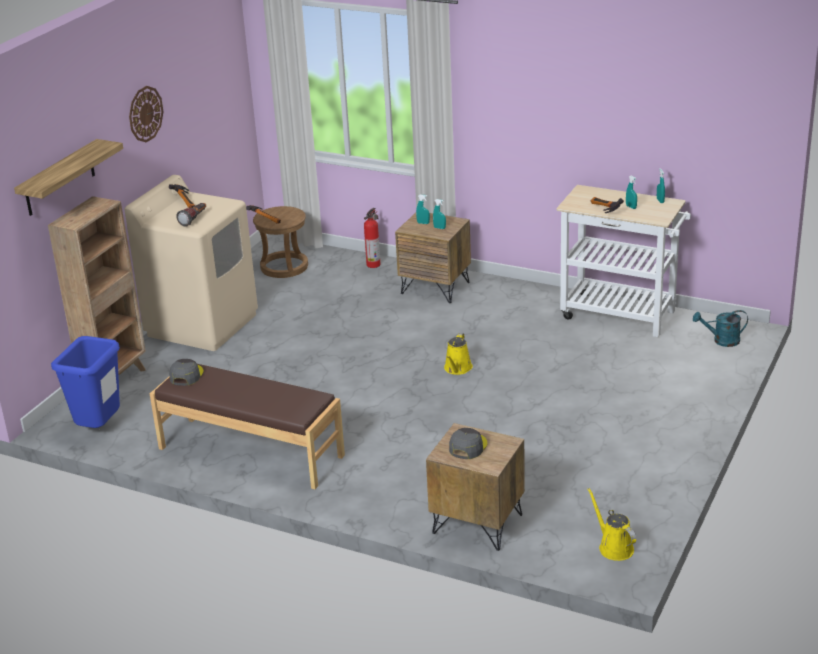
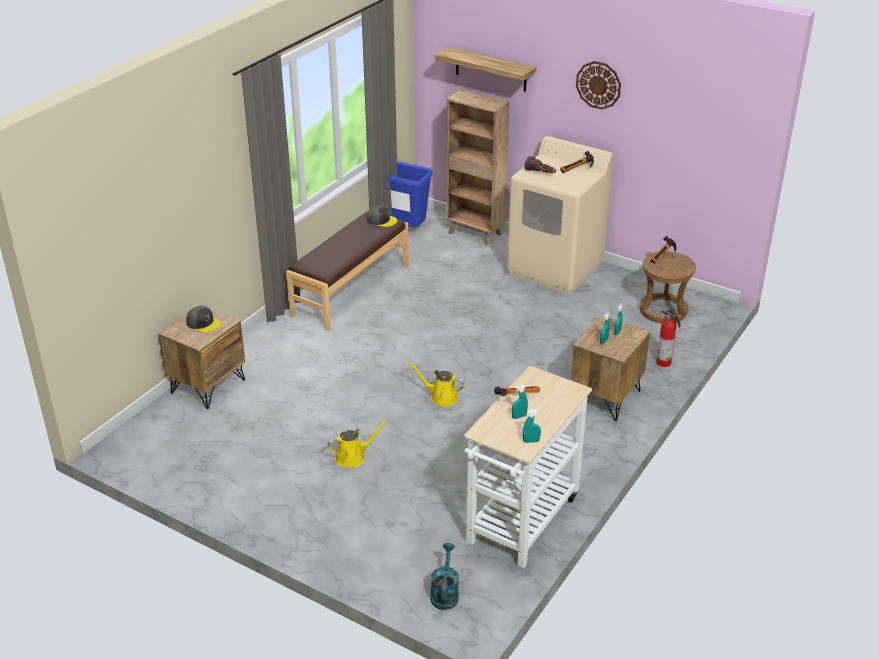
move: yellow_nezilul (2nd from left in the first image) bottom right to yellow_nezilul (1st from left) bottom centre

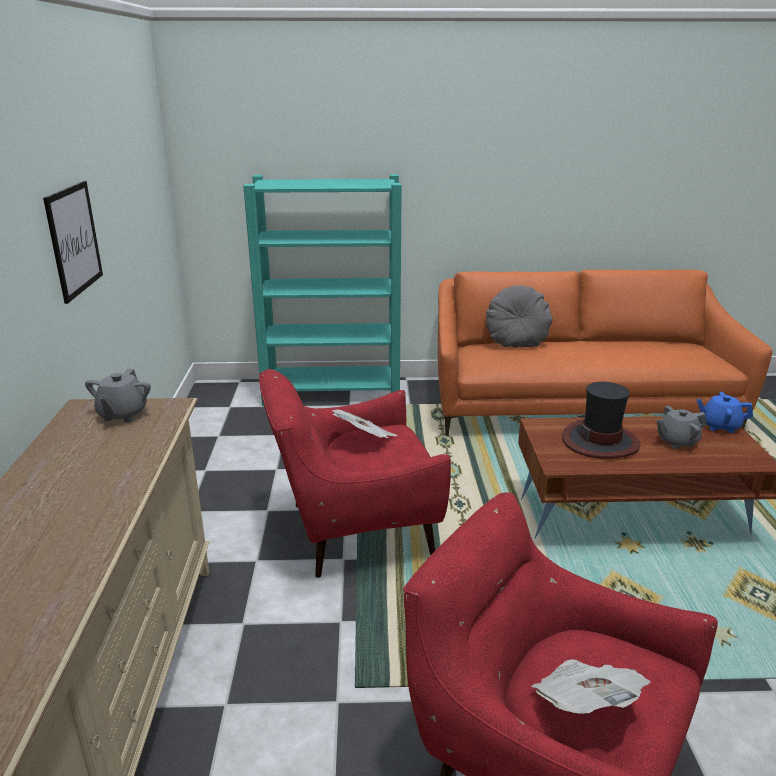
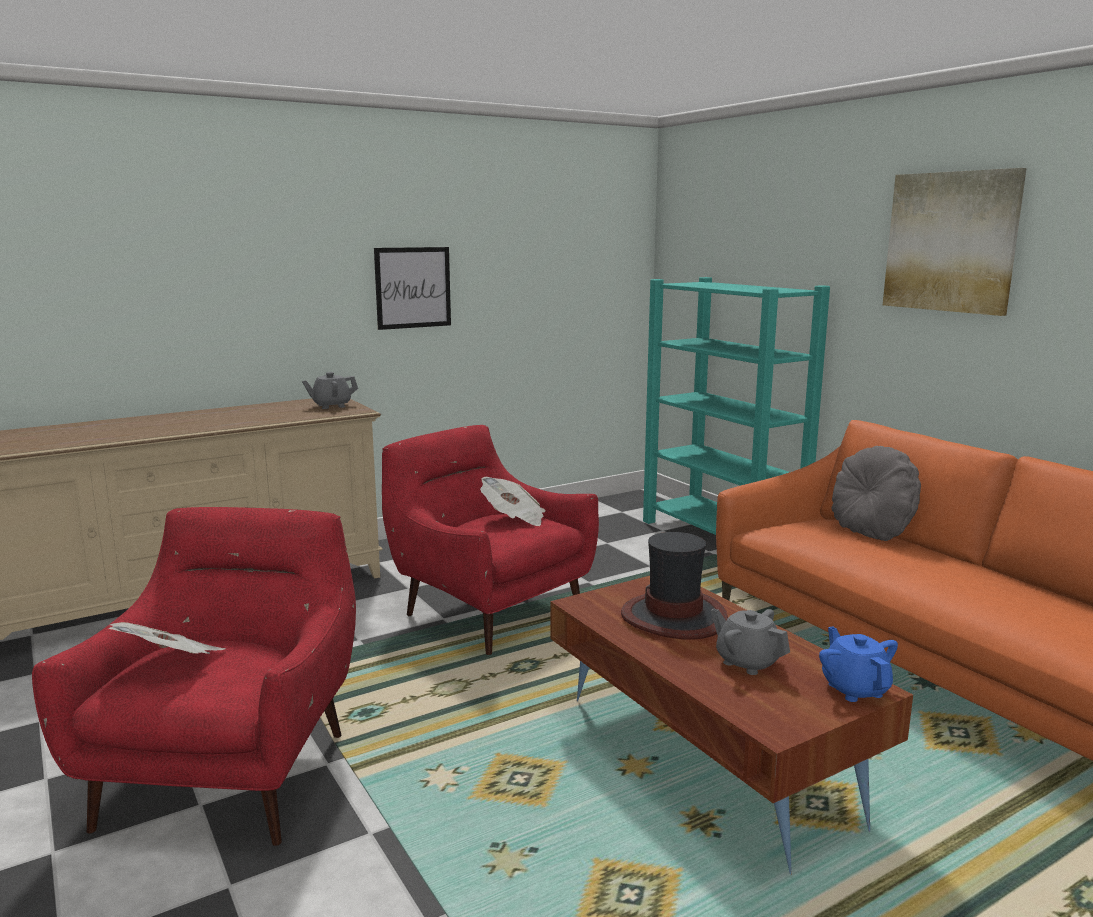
insert: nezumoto (2nd from left) top right

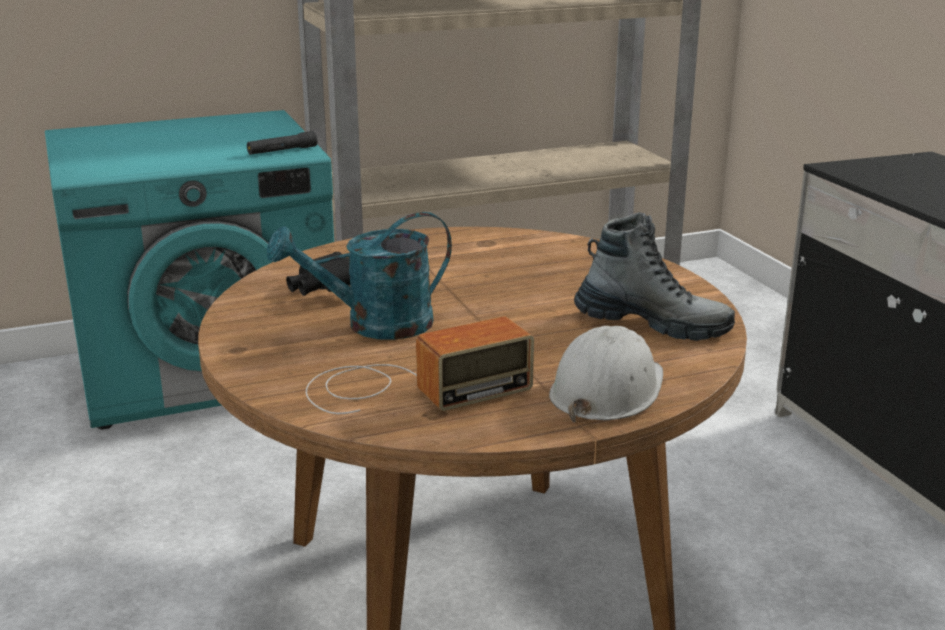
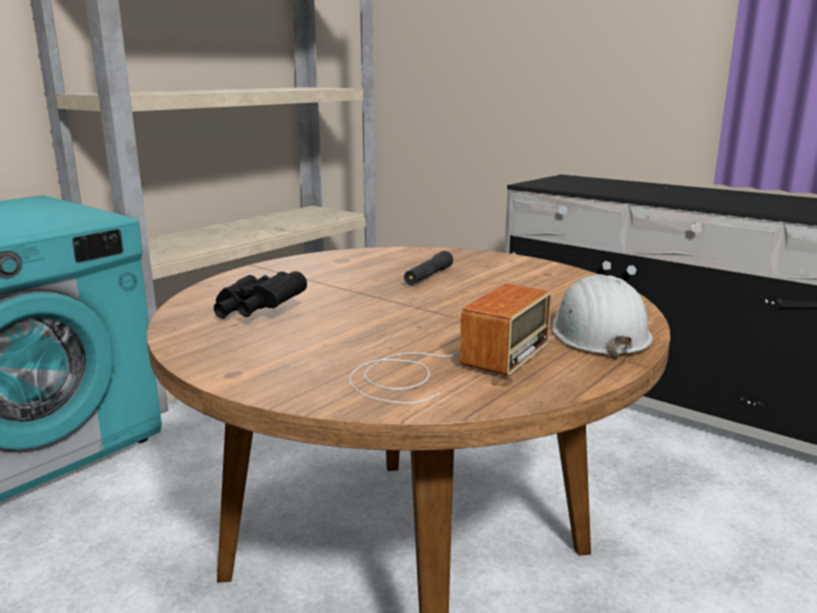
delete: turquoise_nezilul centre; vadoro middle right
move: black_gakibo top left to centre

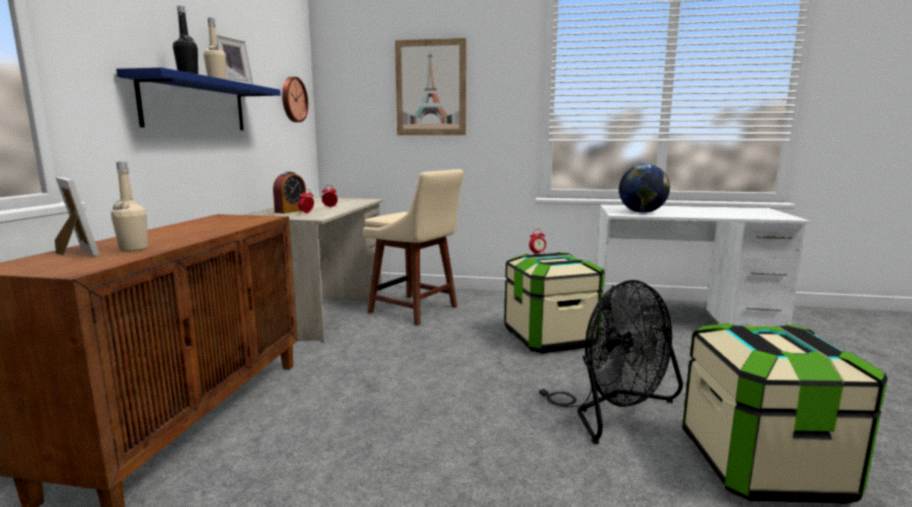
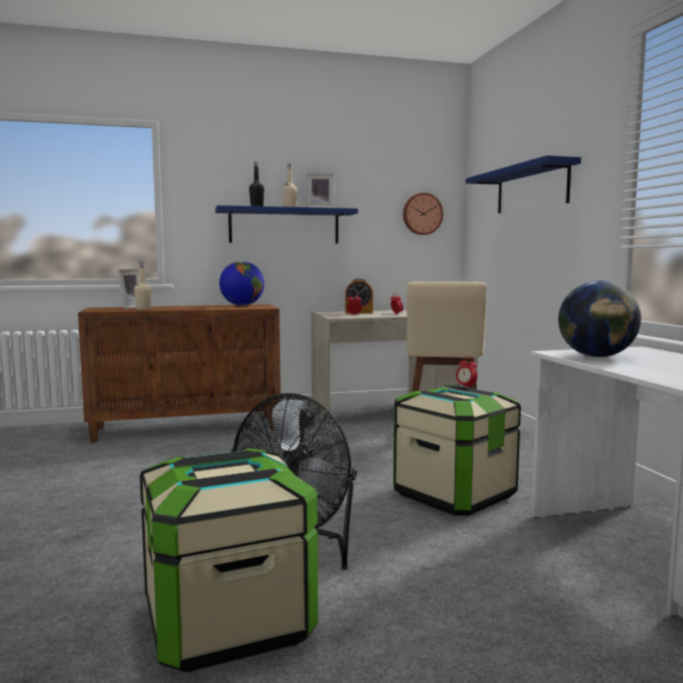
insert: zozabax (1st from left) centre
replace: nezumoto top centre to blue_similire (2nd from left) top right

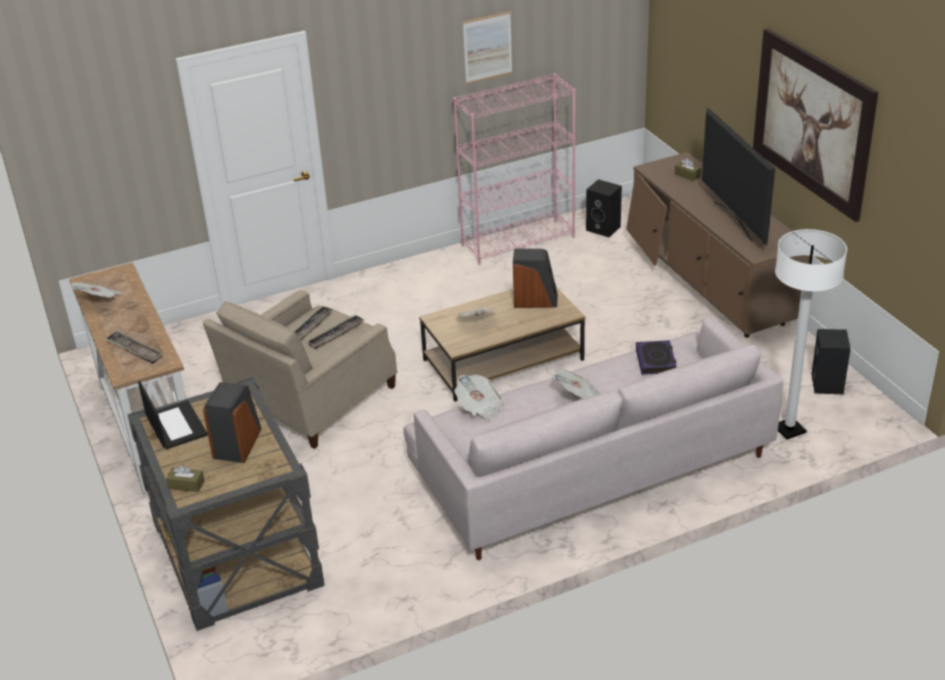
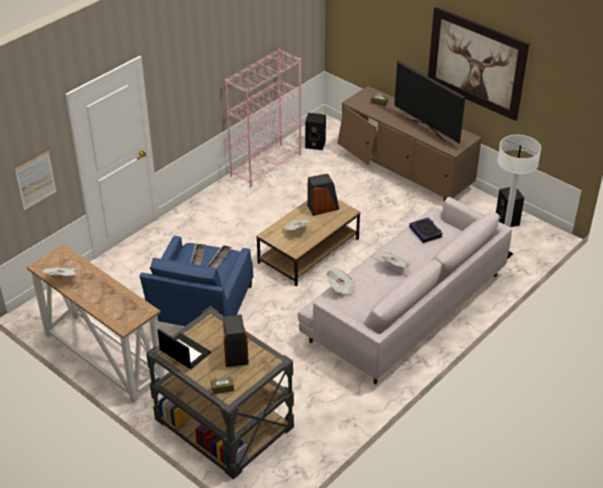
delete: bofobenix (1st from left) middle left
move: nezumoto (1st from left) top centre to middle left
recolor: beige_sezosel middle left to blue_sezosel middle left

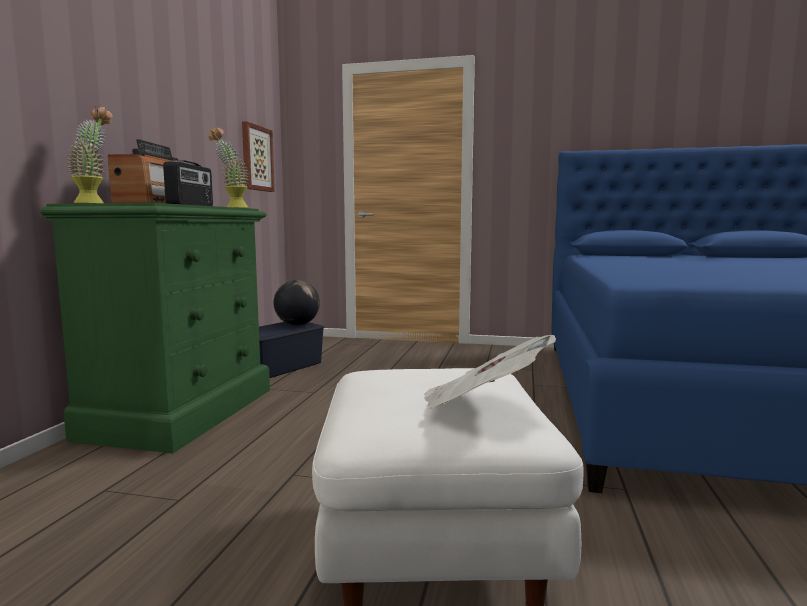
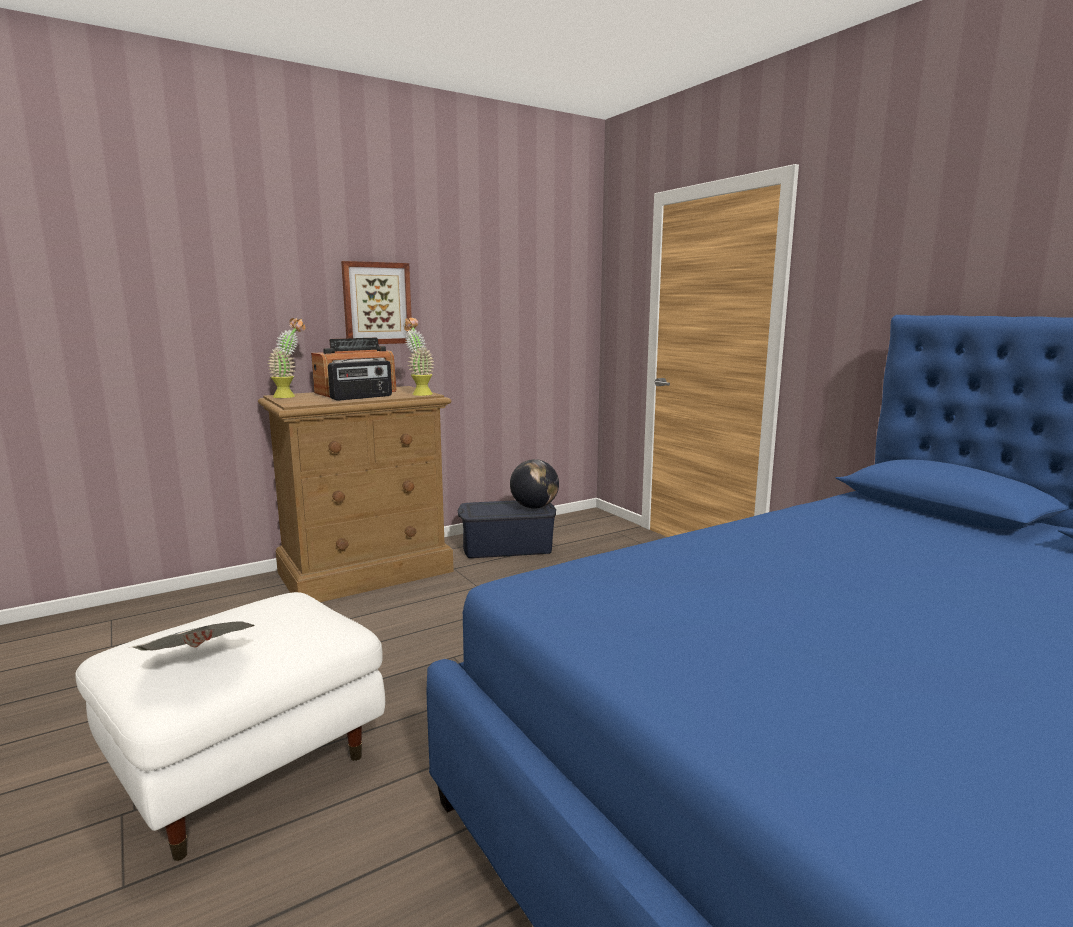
move: nezumoto top left to top centre
recolor: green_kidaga middle left to brown_kidaga middle left

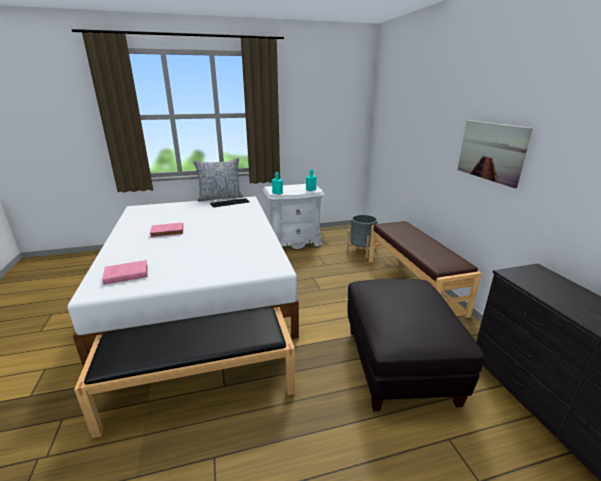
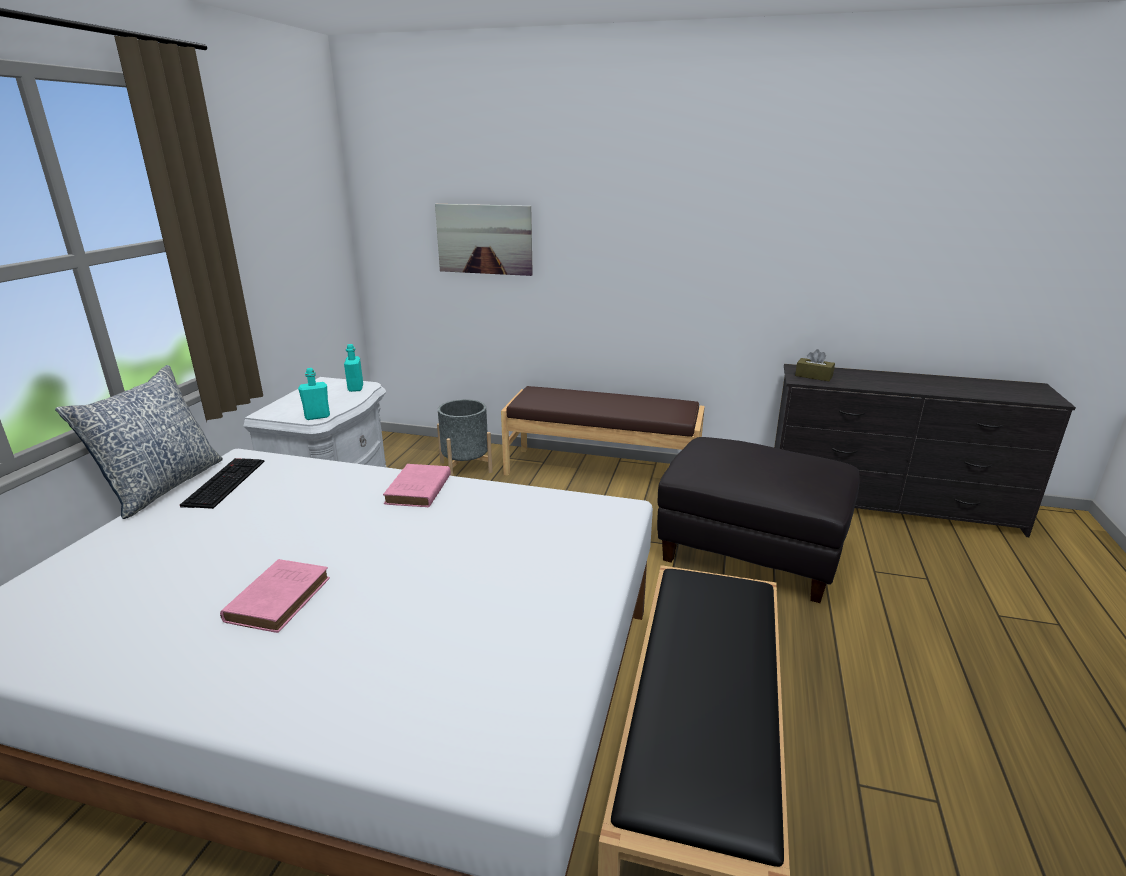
insert: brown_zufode middle right
move: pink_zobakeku (1st from left in the first image) middle left to pink_zobakeku (2nd from left) centre; nezumoto top right to top centre

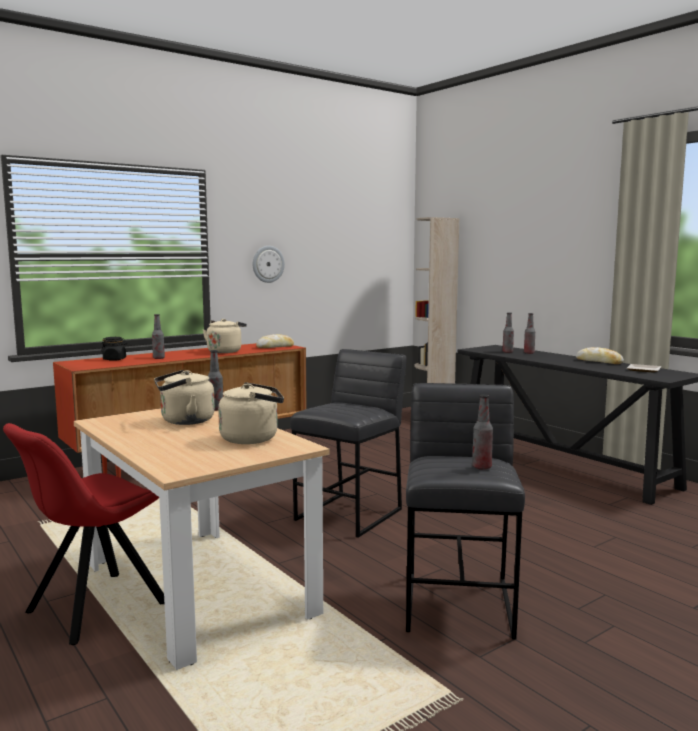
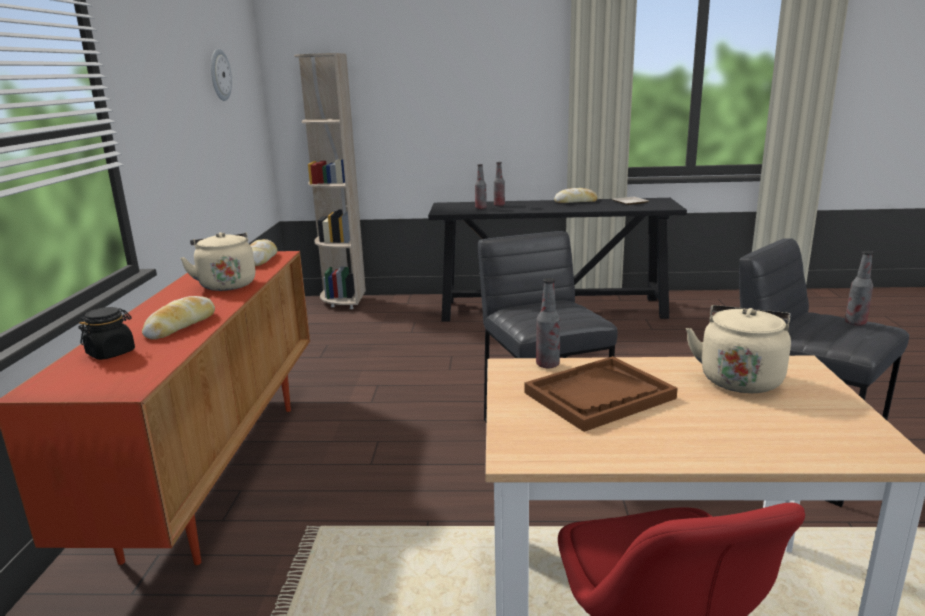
move: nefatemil centre to top left
replace: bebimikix (1st from left) middle left to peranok (1st from left) middle left; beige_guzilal (1st from left) middle left to brown_bofobenix centre

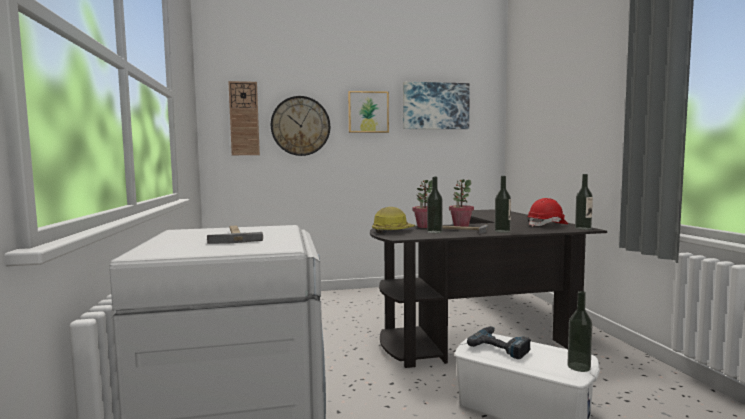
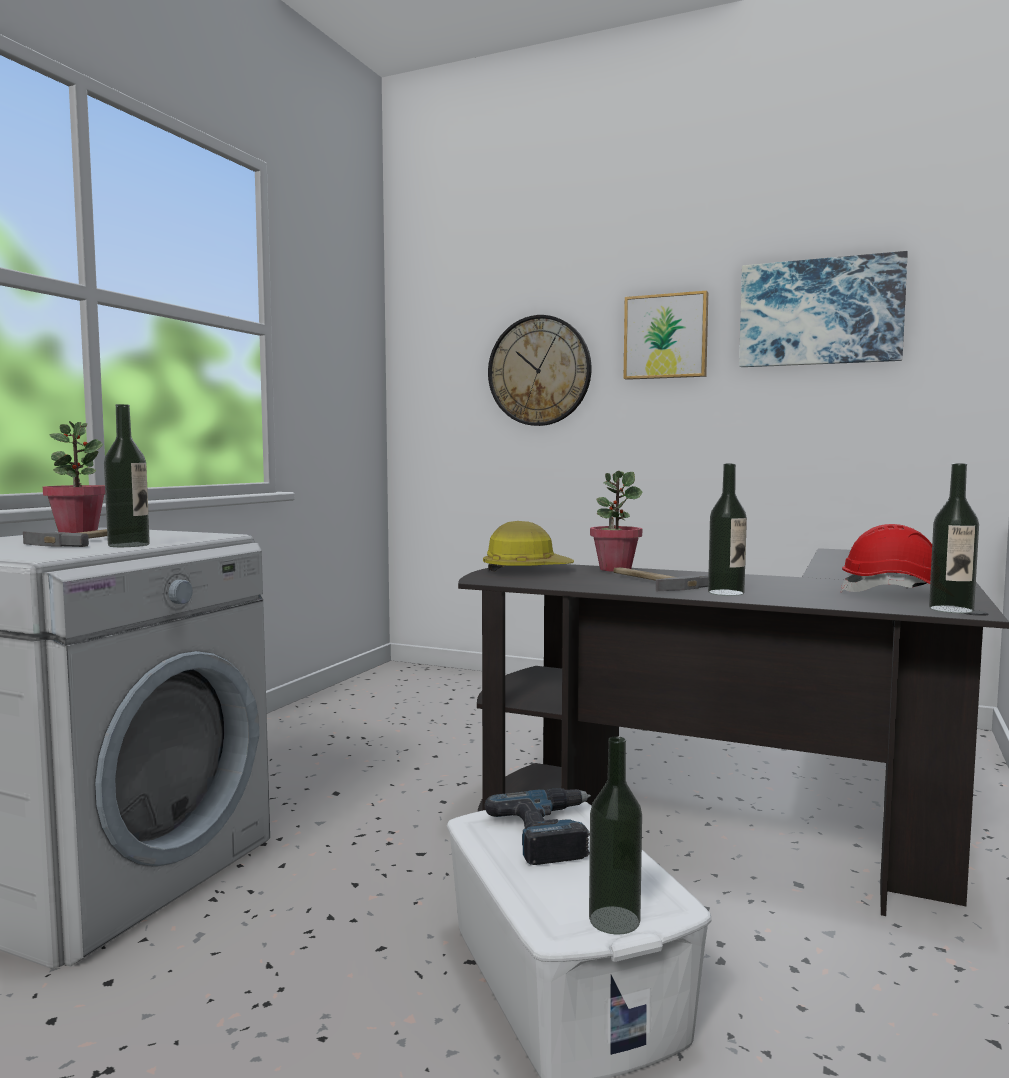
delete: nefatemil (1st from left) top left
move: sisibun (2nd from left in the first image) centre to sisibun (1st from left) middle left; bebimikix (1st from left) centre to middle left

